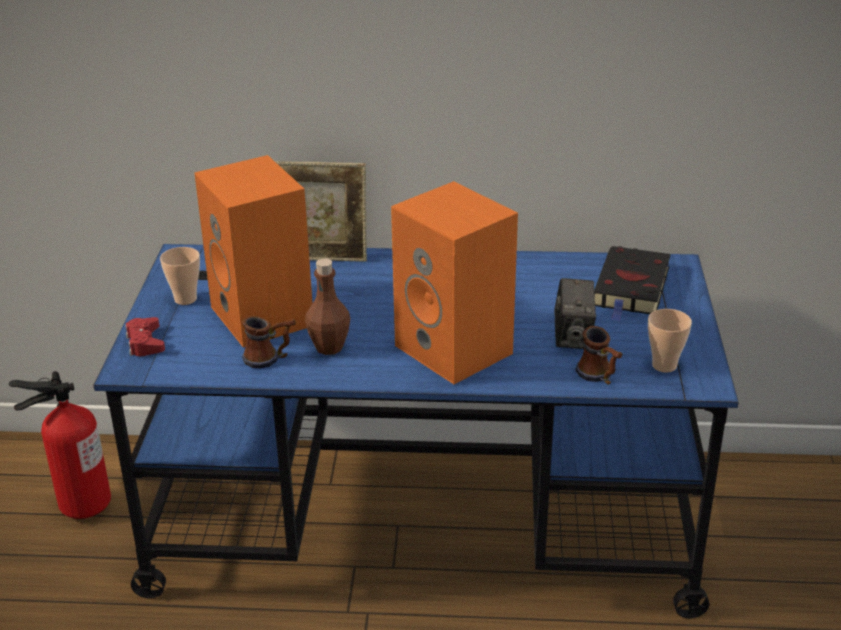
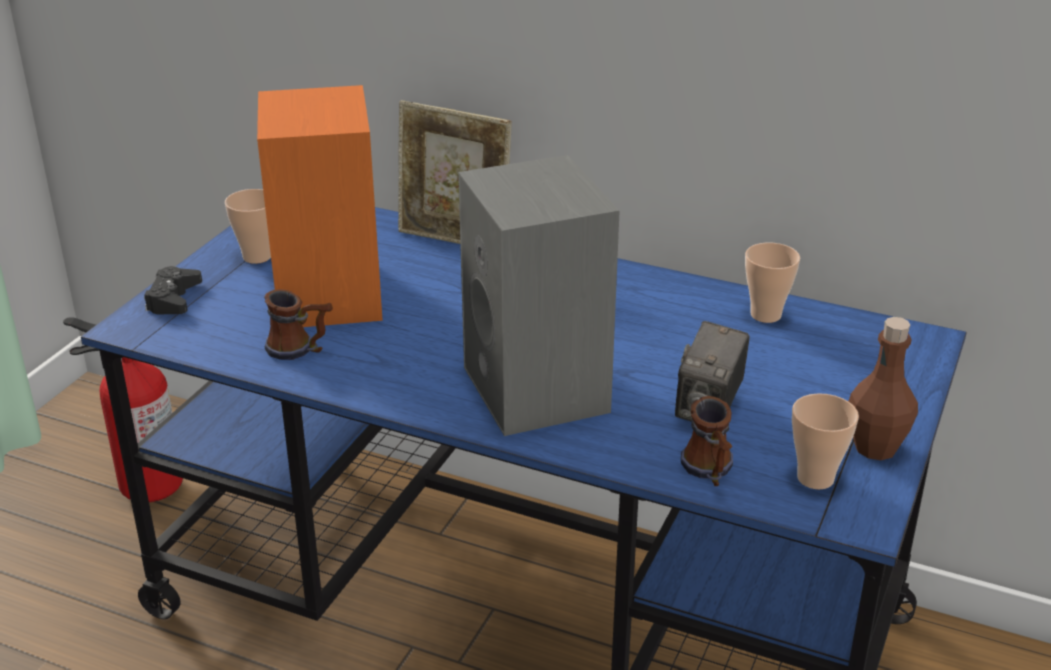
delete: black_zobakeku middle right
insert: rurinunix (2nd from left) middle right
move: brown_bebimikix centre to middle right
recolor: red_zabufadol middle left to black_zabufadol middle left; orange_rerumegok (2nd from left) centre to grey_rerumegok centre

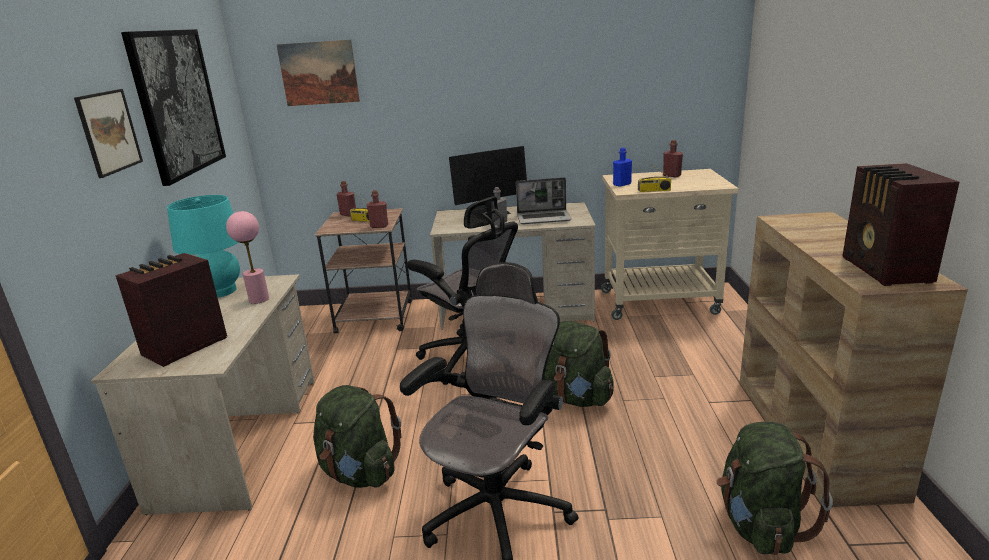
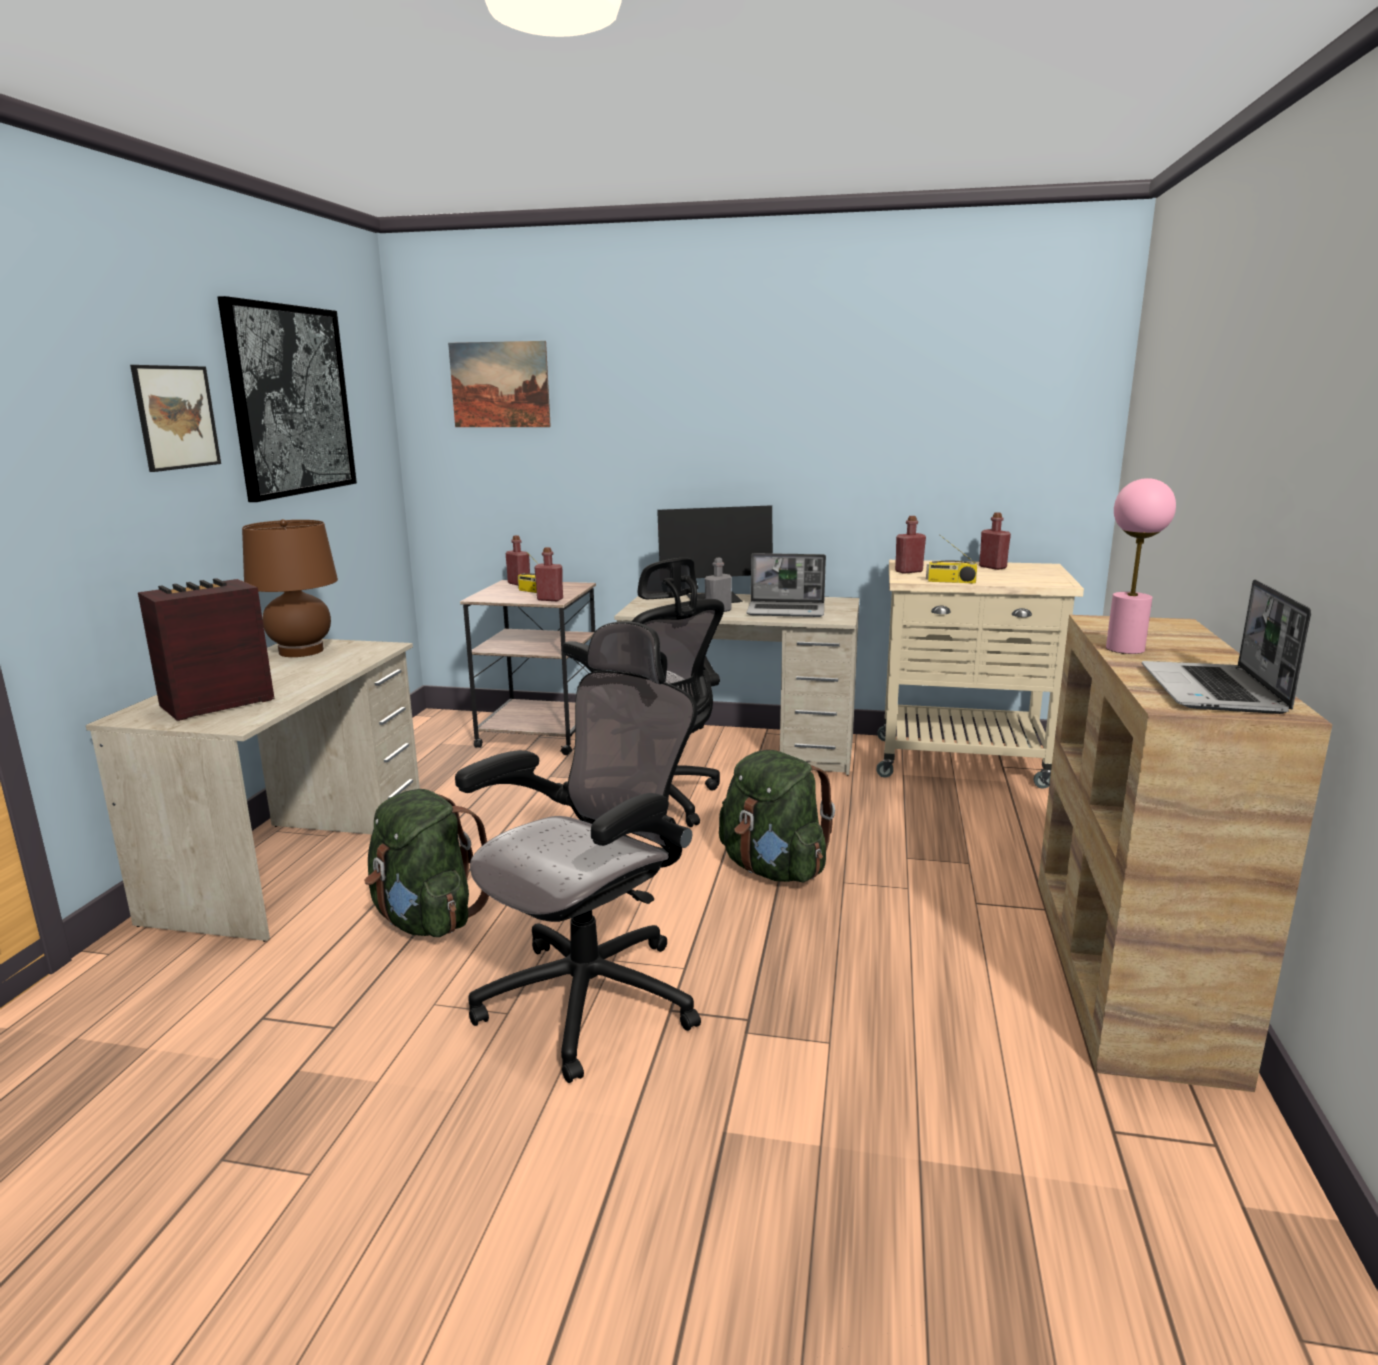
delete: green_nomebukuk (3rd from left) bottom right
move: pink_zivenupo middle left to middle right
replace: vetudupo (4th from left) middle right to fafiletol (2nd from left) middle right
recolor: turquoise_zivenupo middle left to brown_zivenupo middle left; blue_bebimikix top centre to red_bebimikix (3rd from left) centre

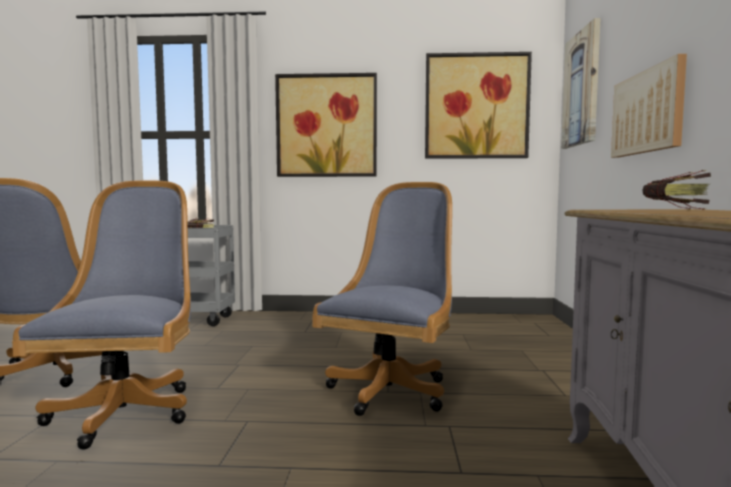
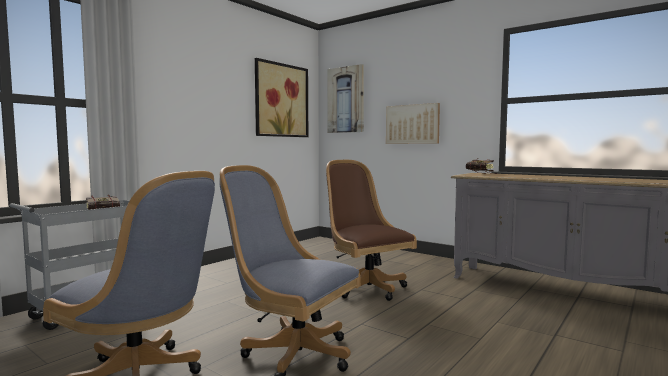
delete: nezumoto (1st from left) top centre
recolor: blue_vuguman (3rd from left) centre to brown_vuguman centre

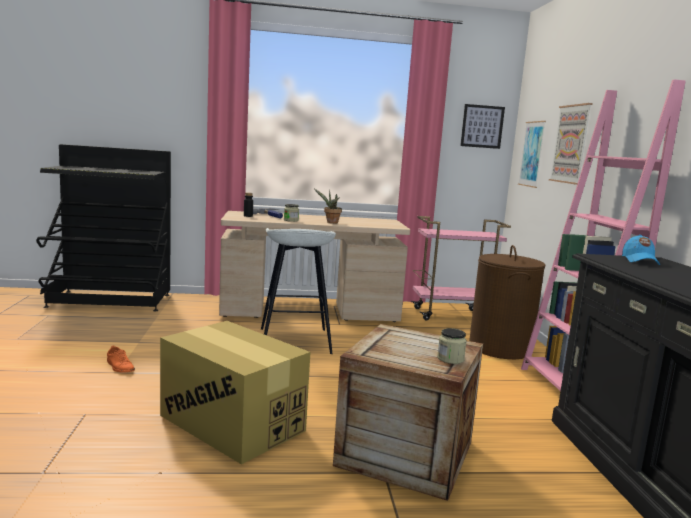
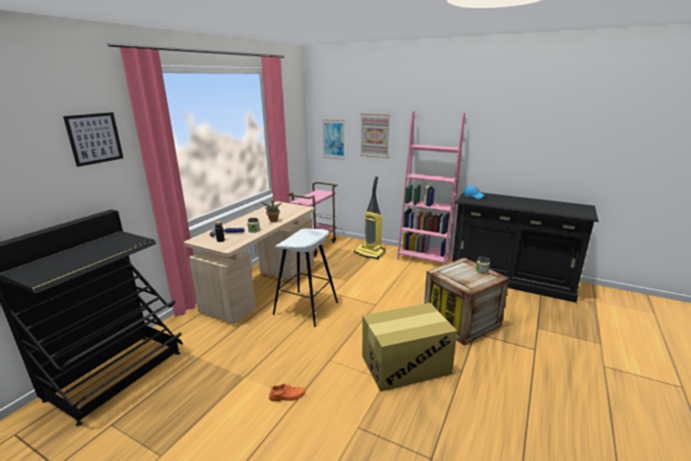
move: nezumoto (1st from left) top right to top left
replace: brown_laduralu middle right to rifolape centre

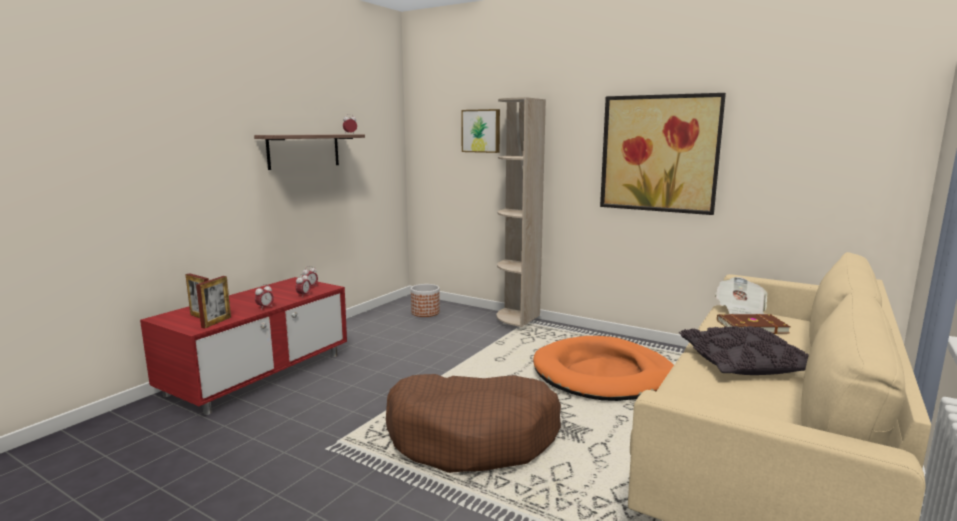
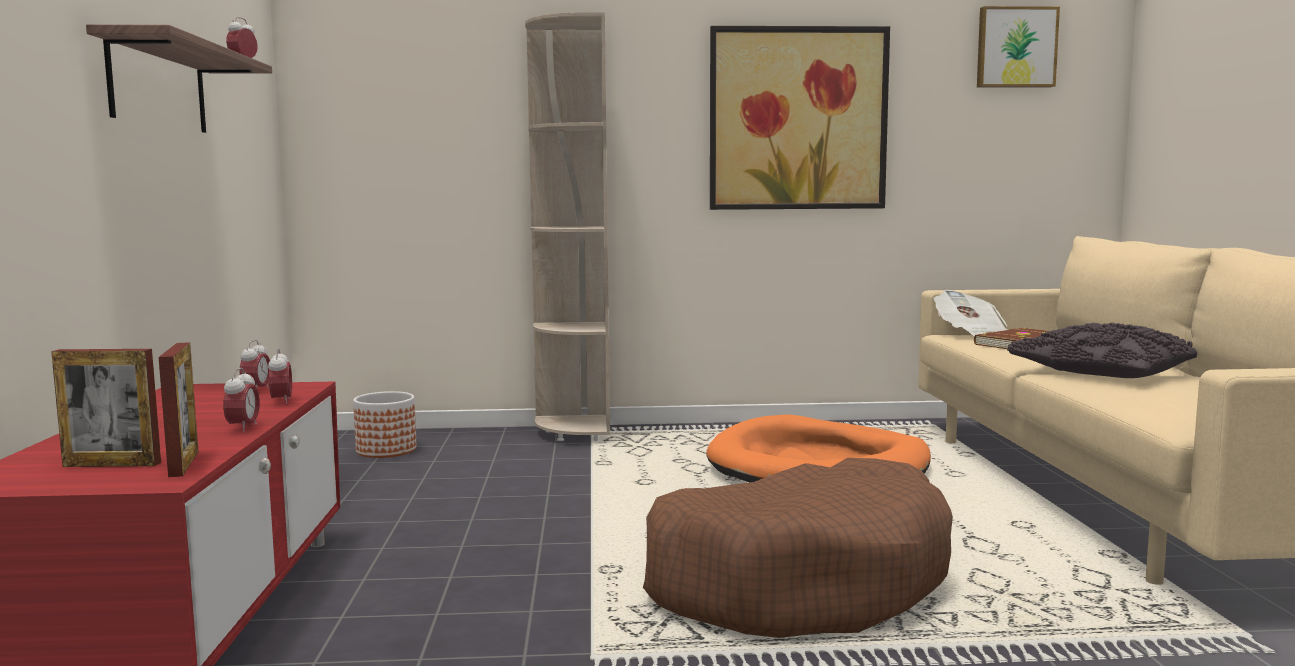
move: nezumoto (1st from left in the first image) top centre to nezumoto (2nd from left) top right

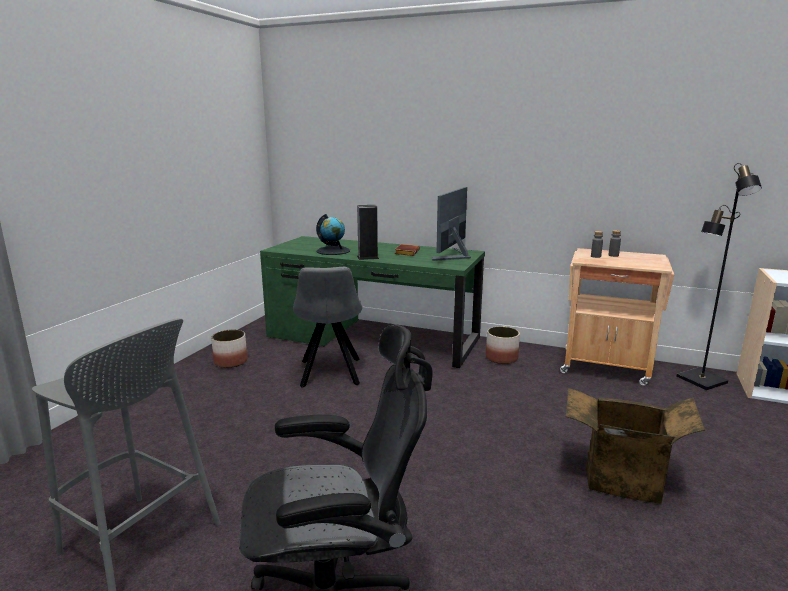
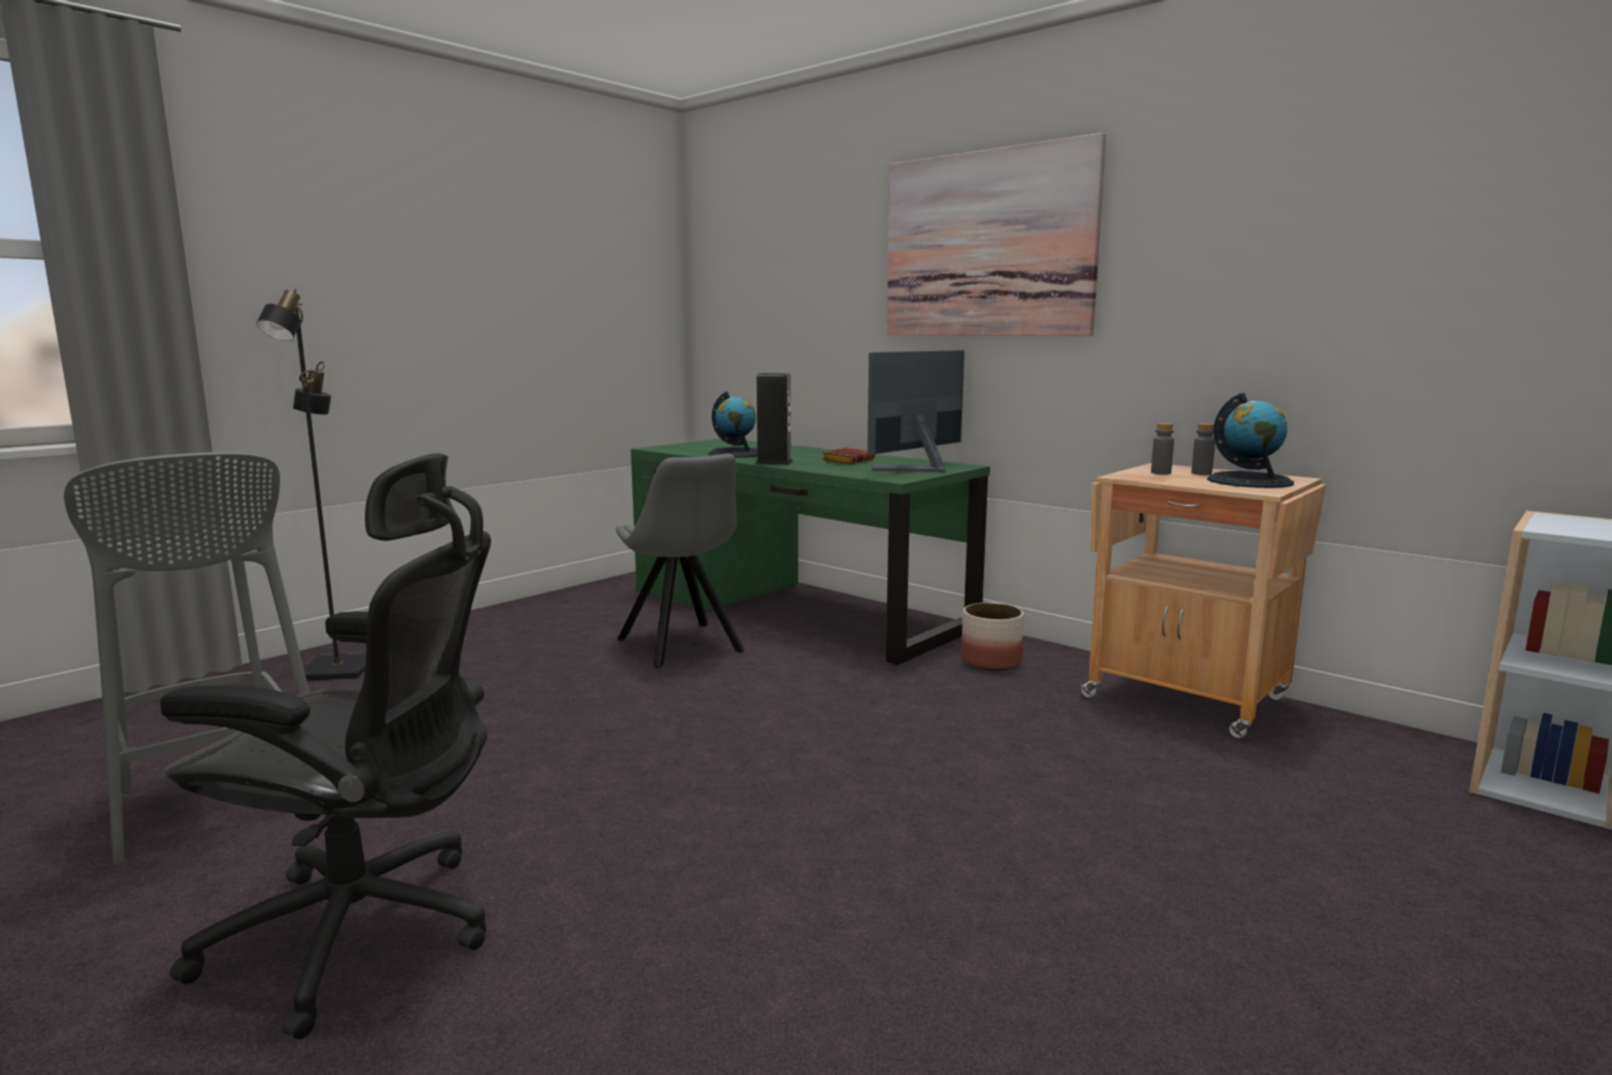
delete: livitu (1st from left) middle left; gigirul bottom right
insert: nezumoto top centre; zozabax (2nd from left) middle right
move: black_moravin middle right to middle left
rotate: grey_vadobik centre = centre 45 degrees counterclockwise

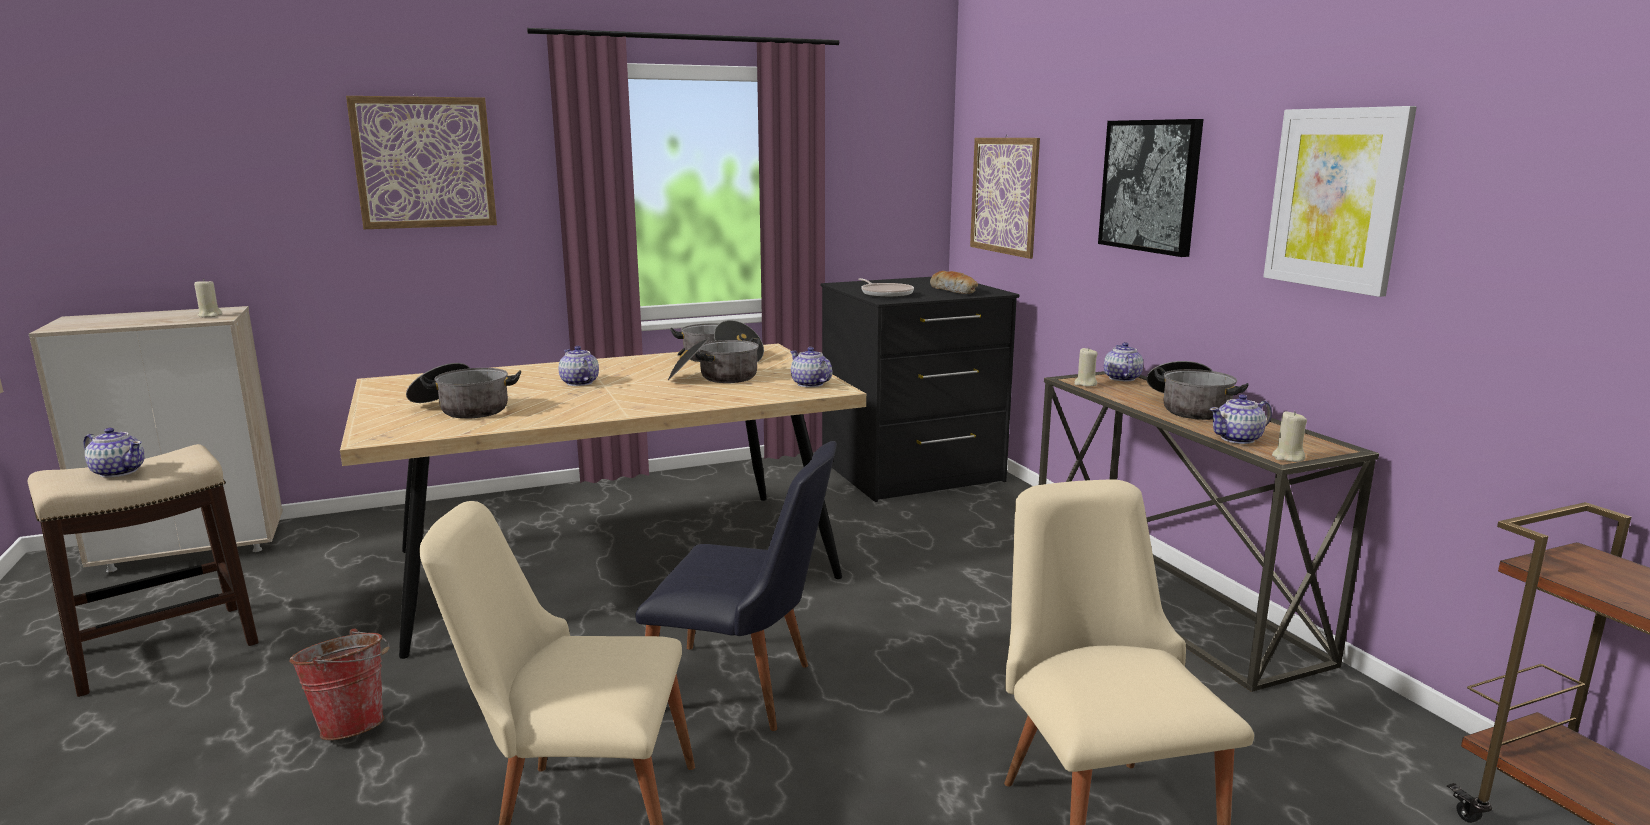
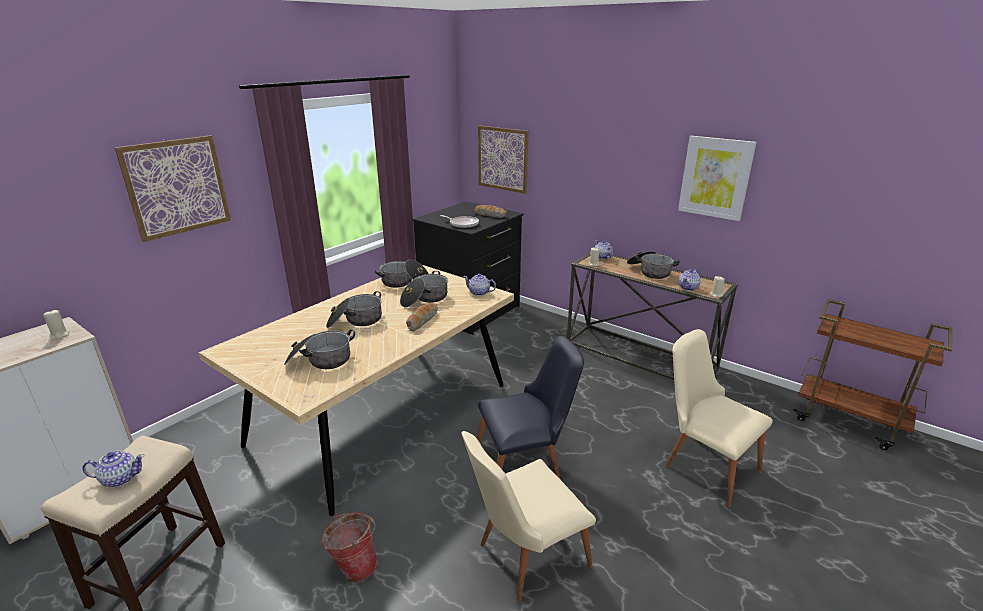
delete: nezumoto (3rd from left) top right
insert: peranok (1st from left) centre
replace: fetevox (2nd from left) centre to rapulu (2nd from left) centre

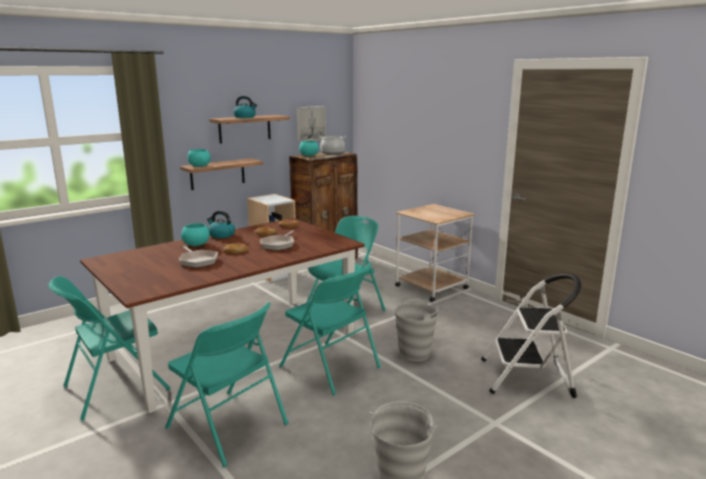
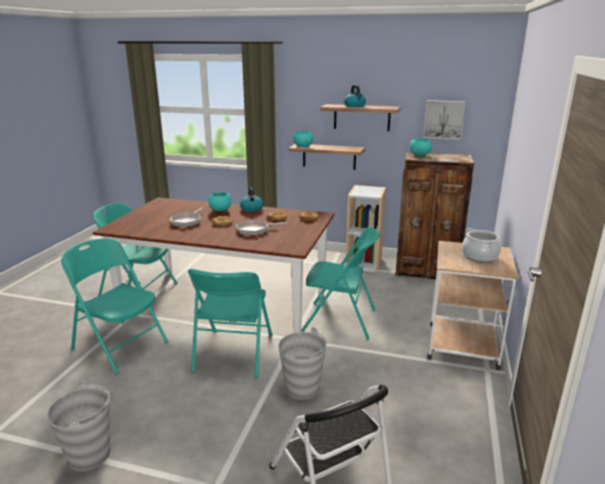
move: rapulu top centre to middle right
rotate: turquoise_vadobik (2nd from left in the first image) bottom left = middle left 120 degrees clockwise

